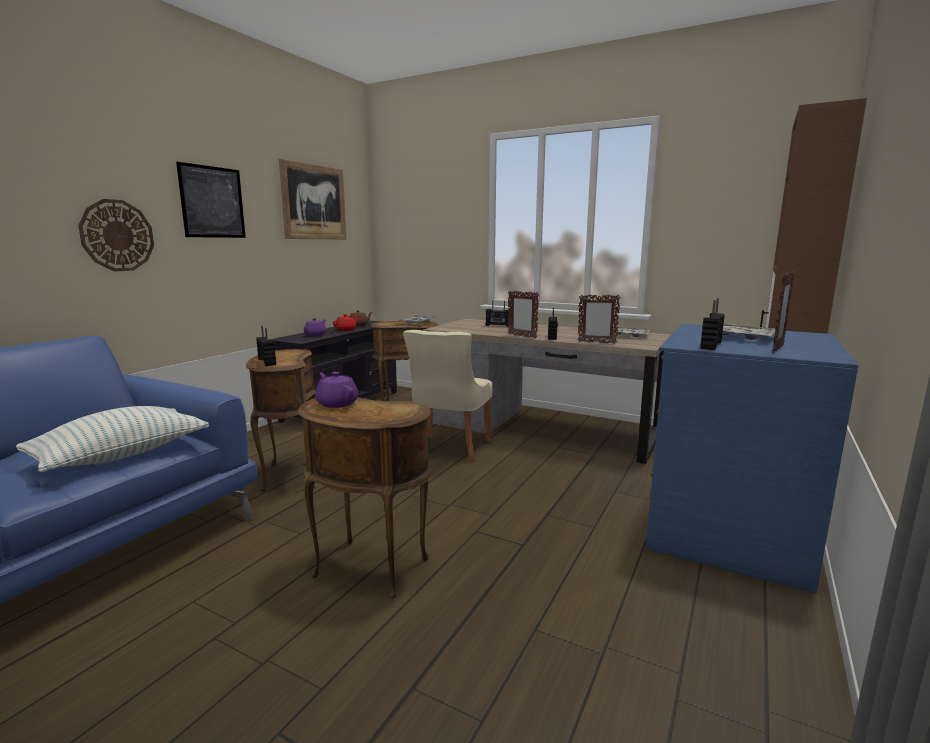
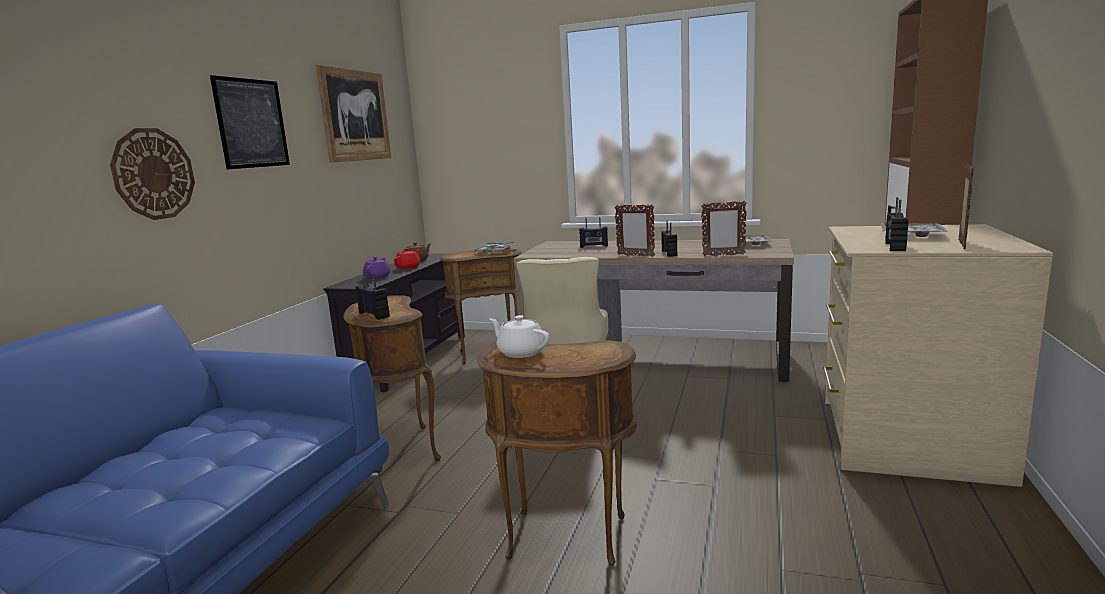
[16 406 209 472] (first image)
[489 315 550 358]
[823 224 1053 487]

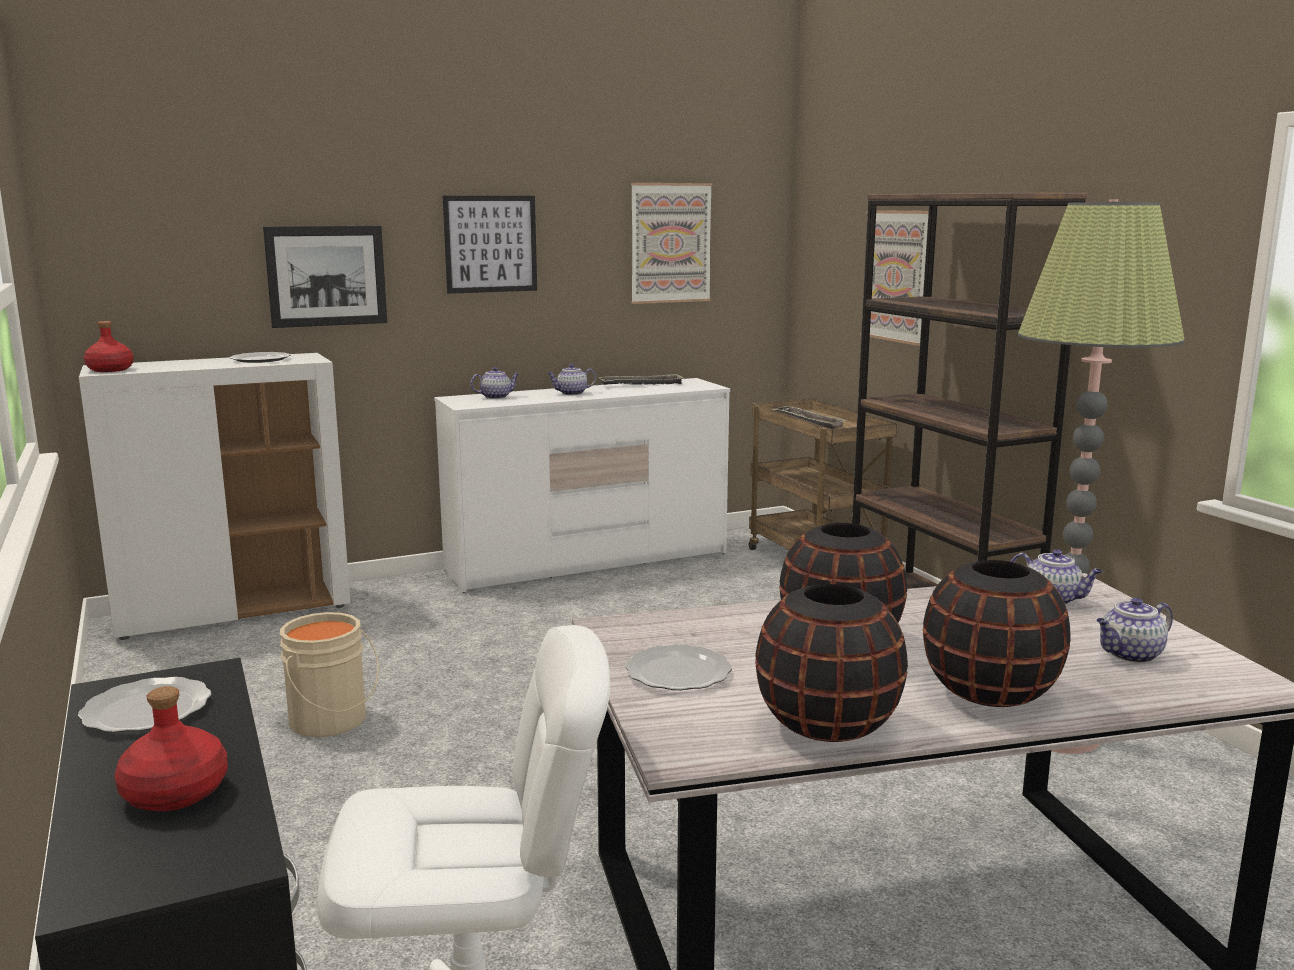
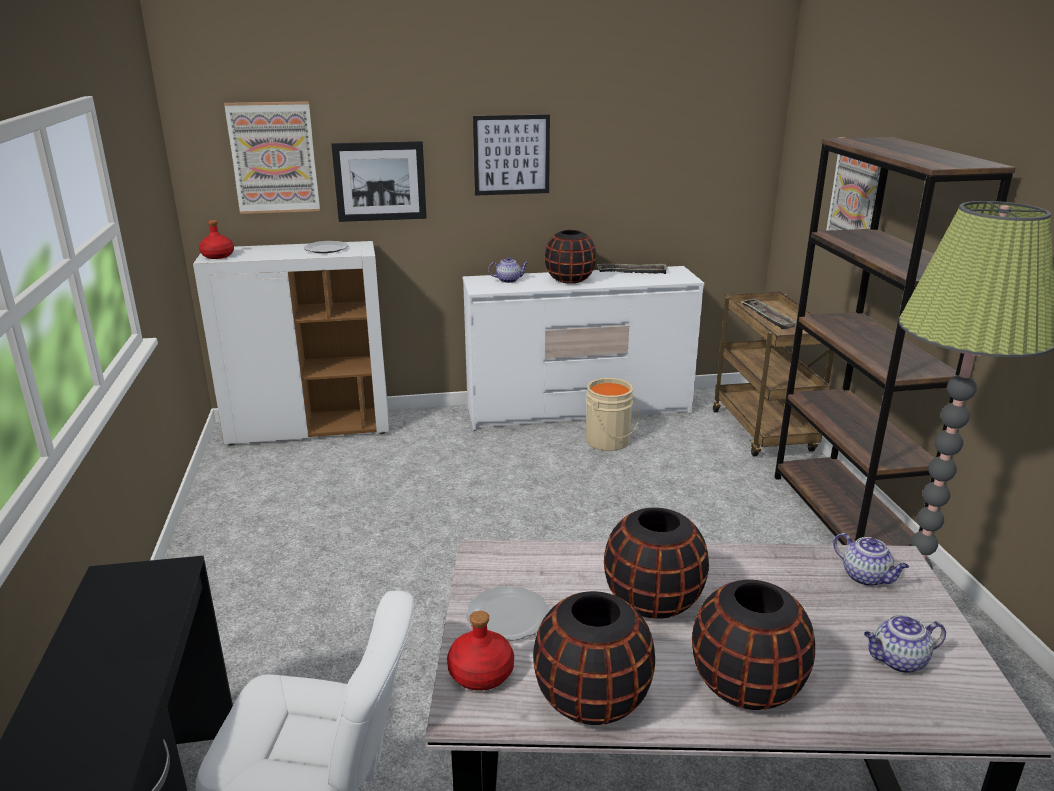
[78 677 211 733] (first image)
[447 611 514 691]
[586 378 639 451]
[224 101 320 214]
[545 230 597 284]

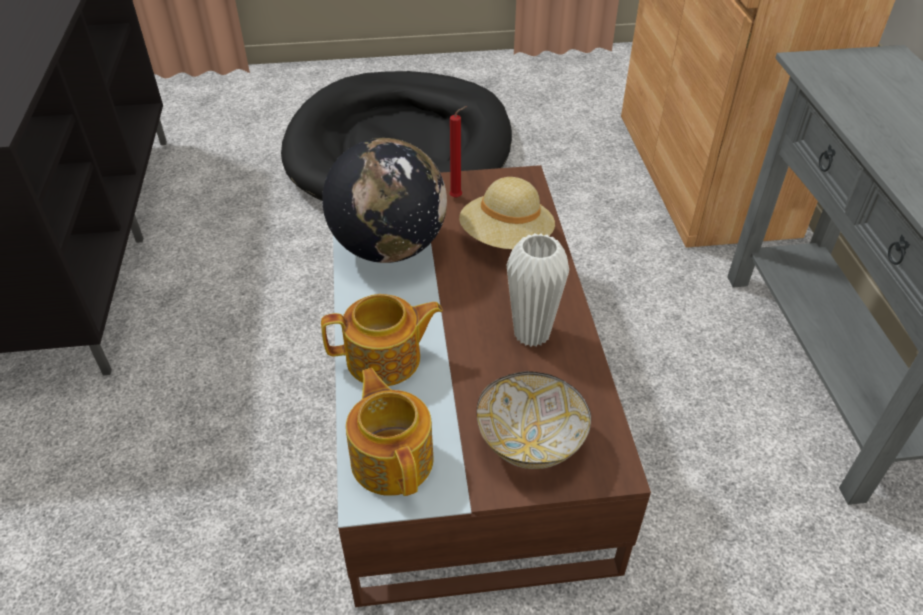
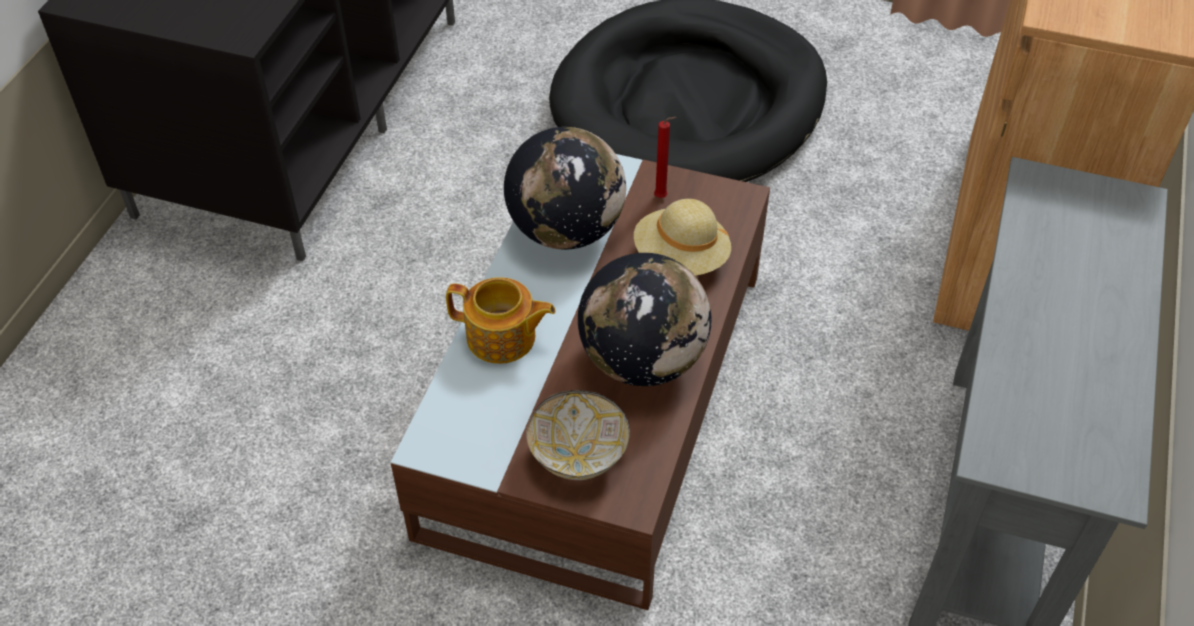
[346 368 433 496] (first image)
[578 253 711 386]

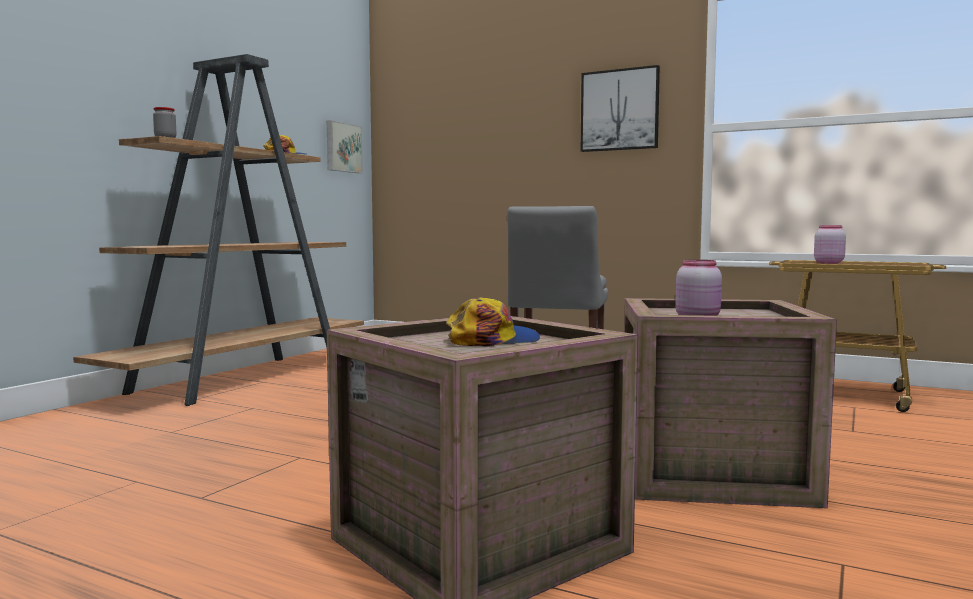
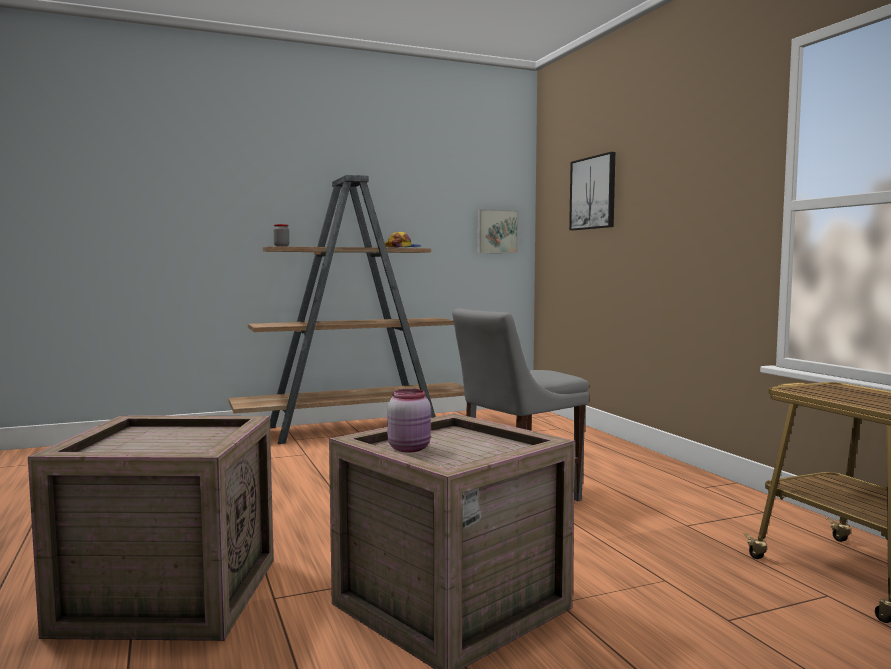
[446 297 540 346] (first image)
[814 225 846 264] (first image)
[569 152 615 230]

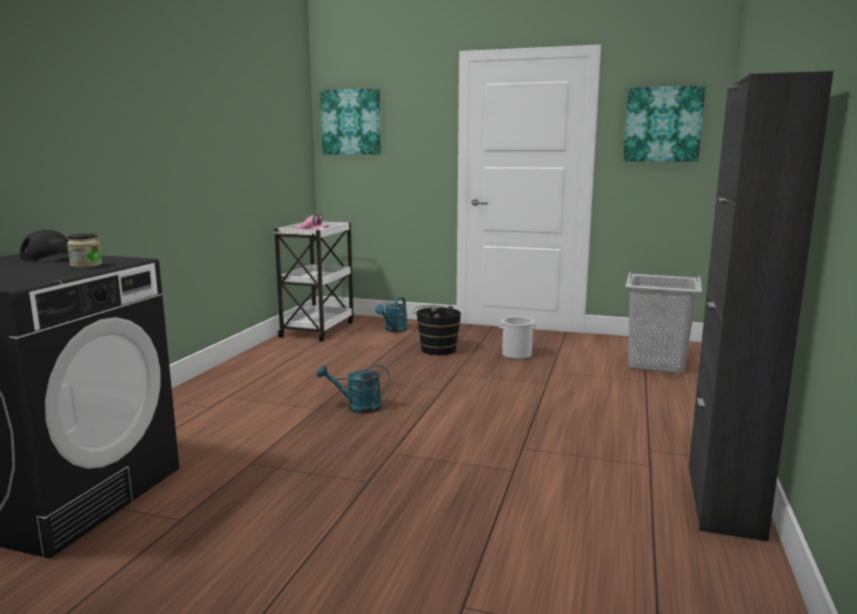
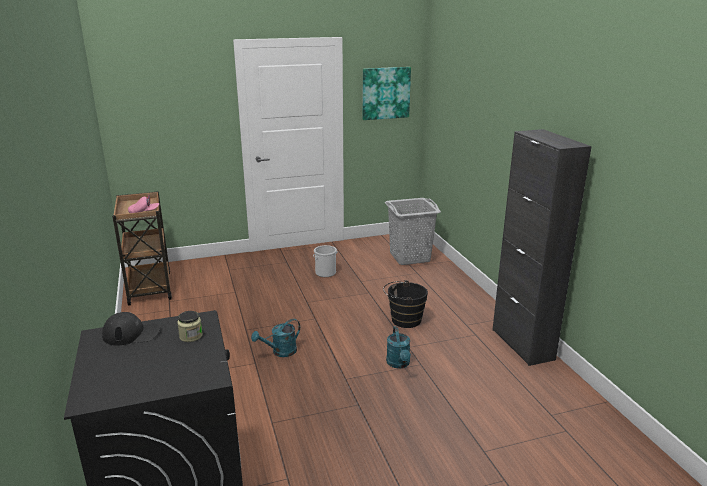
[320 88 381 154] (first image)
[386 326 411 369]
[383 280 428 328]
[112 191 172 306]

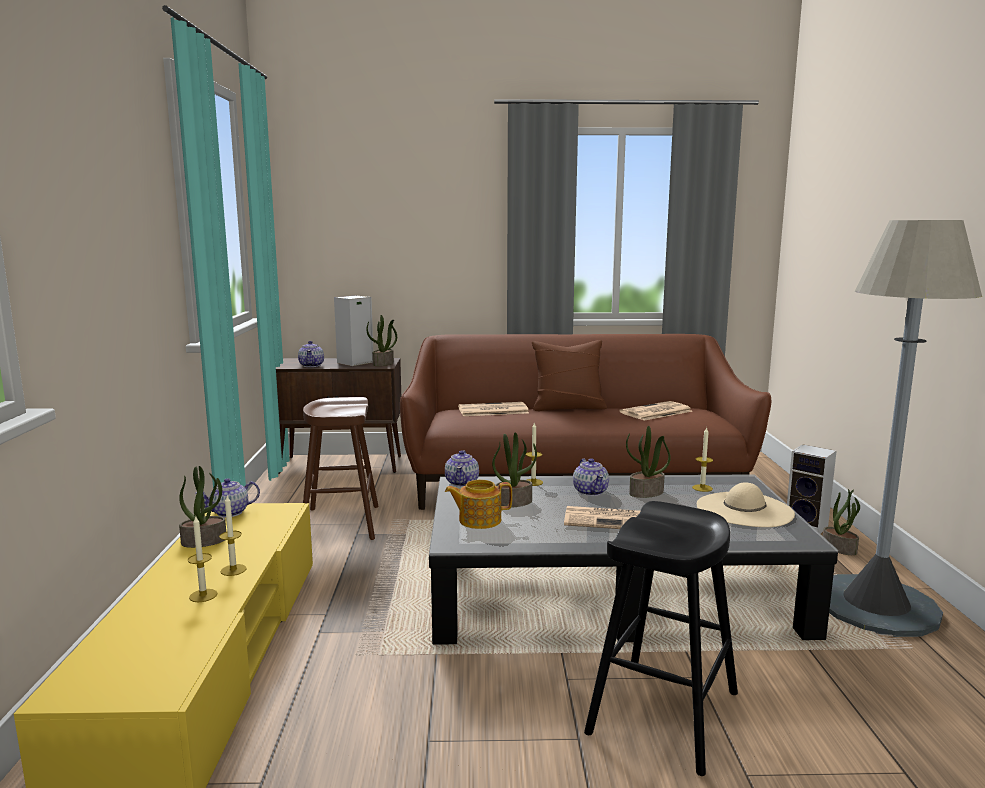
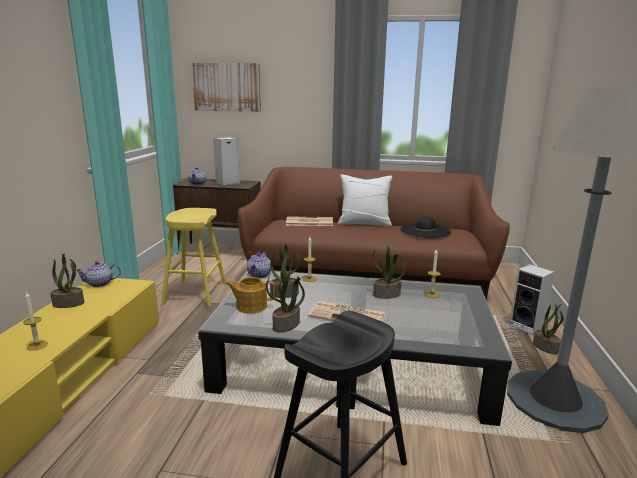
[219 496 247 576] (first image)
[573 458 609 496] (first image)
[697 482 795 527] (first image)
[192 63 261 112]
[266 270 305 332]
[400 217 451 238]
[161 208 226 307]
[338 174 392 226]

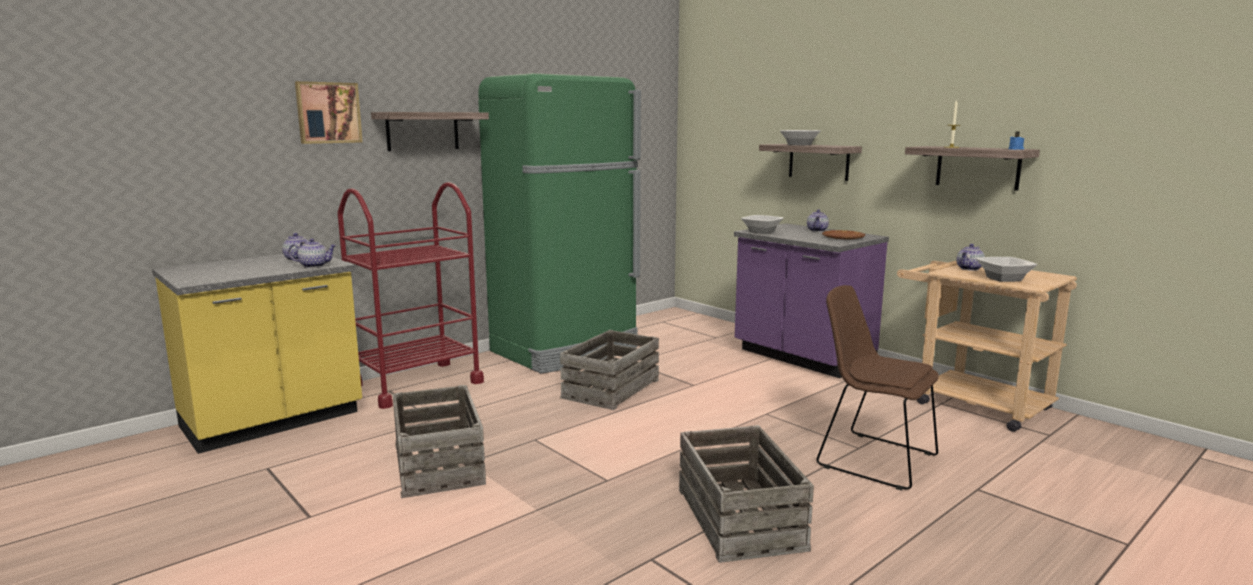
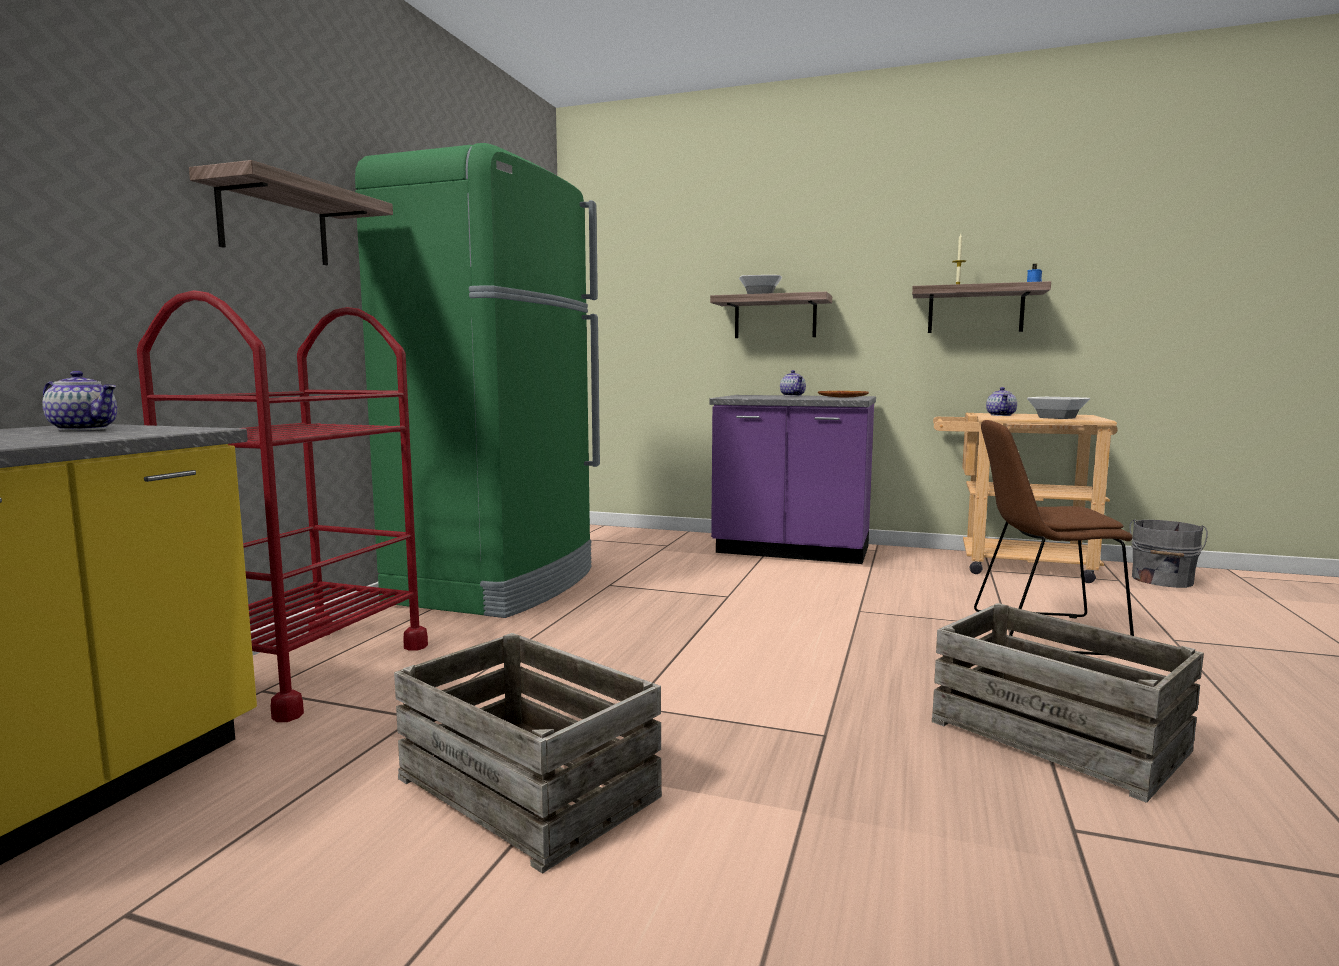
[288 239 337 268] (first image)
[295 81 363 144] (first image)
[560 330 659 410] (first image)
[741 215 783 234] (first image)
[1129 519 1208 588]

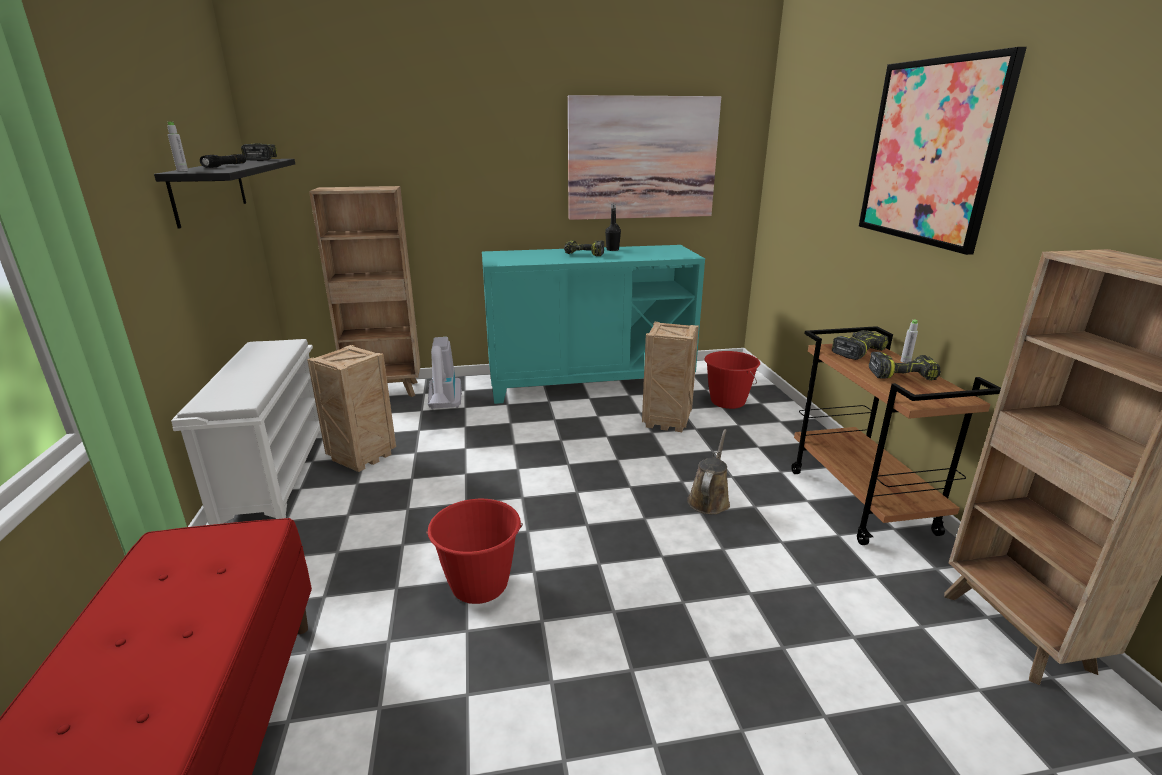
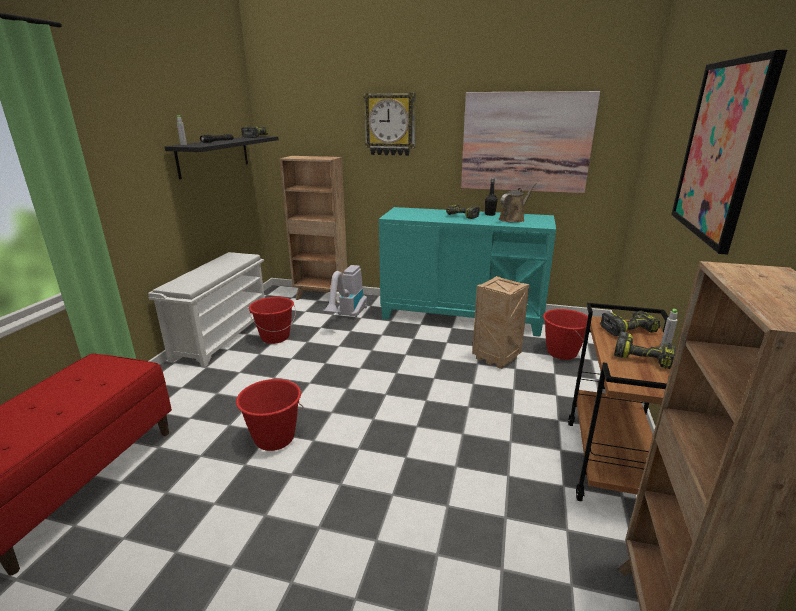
[364 93 415 156]
[499 183 537 222]
[249 297 296 344]

